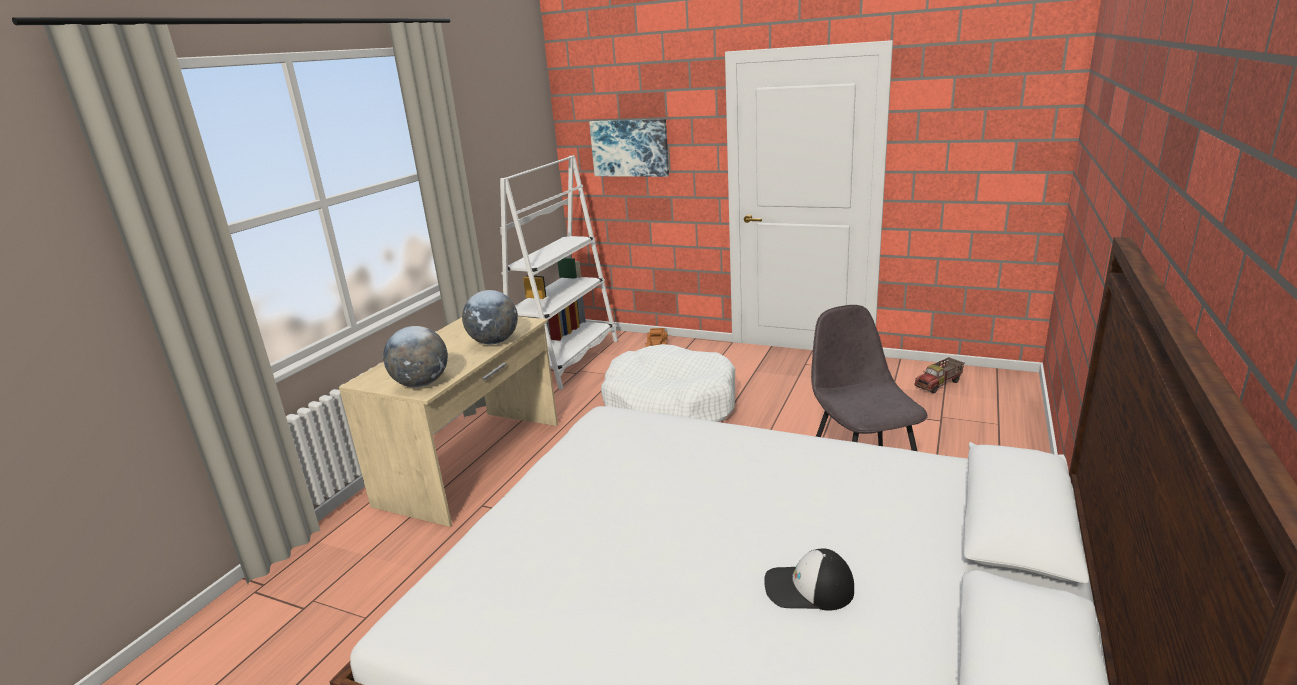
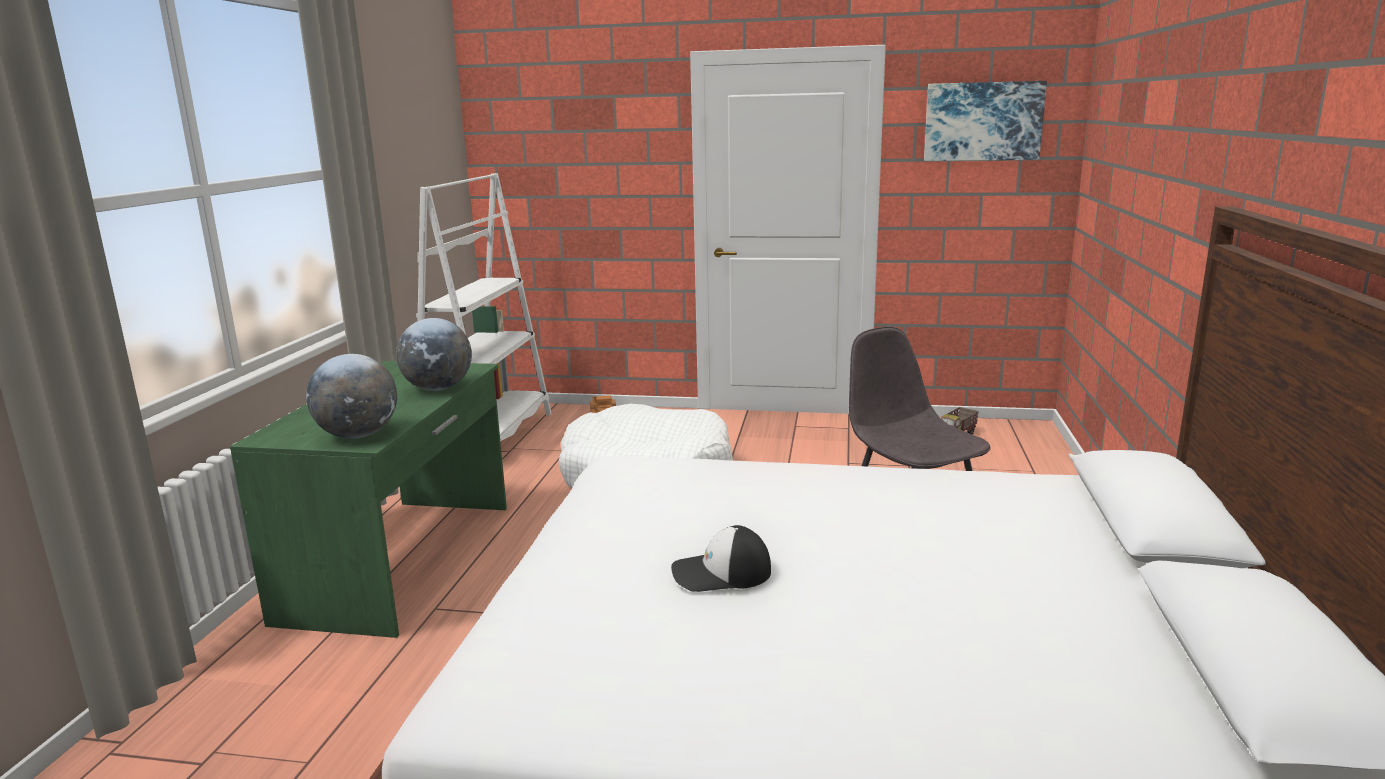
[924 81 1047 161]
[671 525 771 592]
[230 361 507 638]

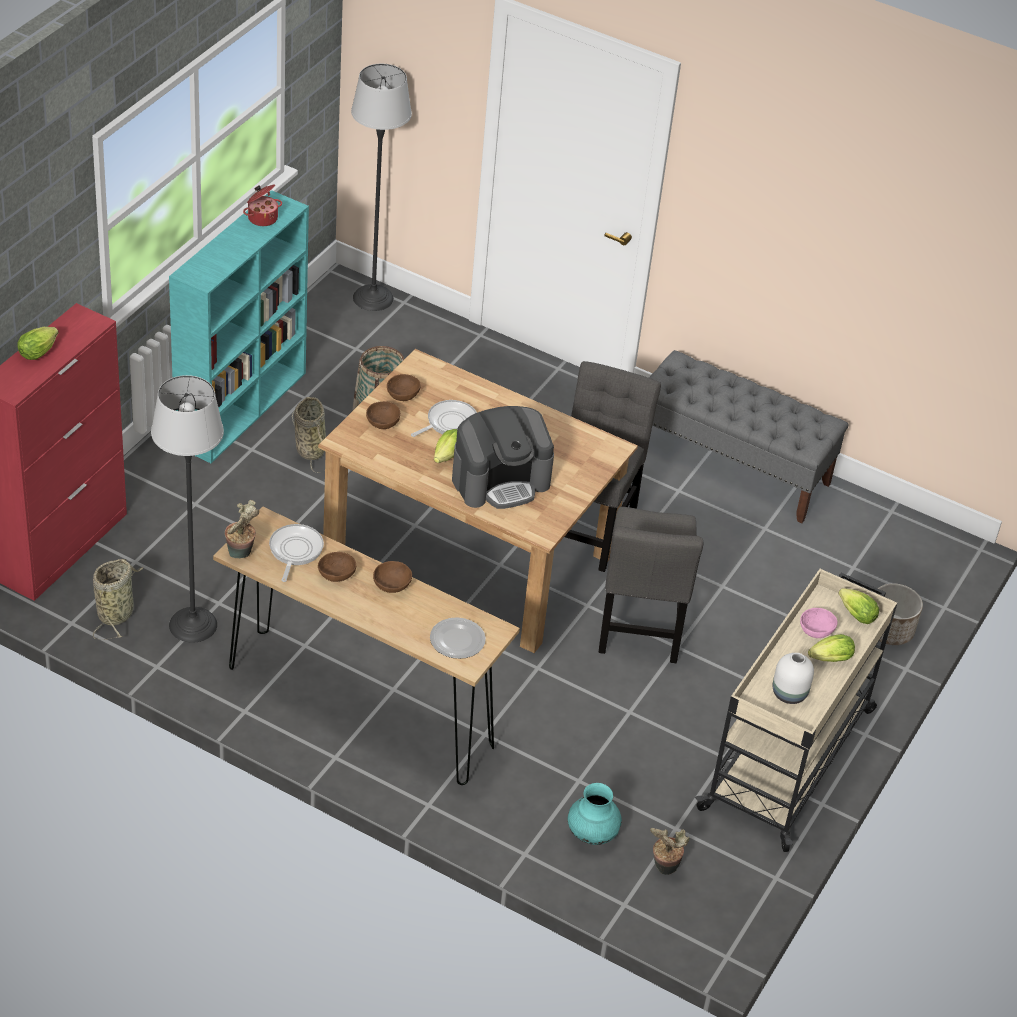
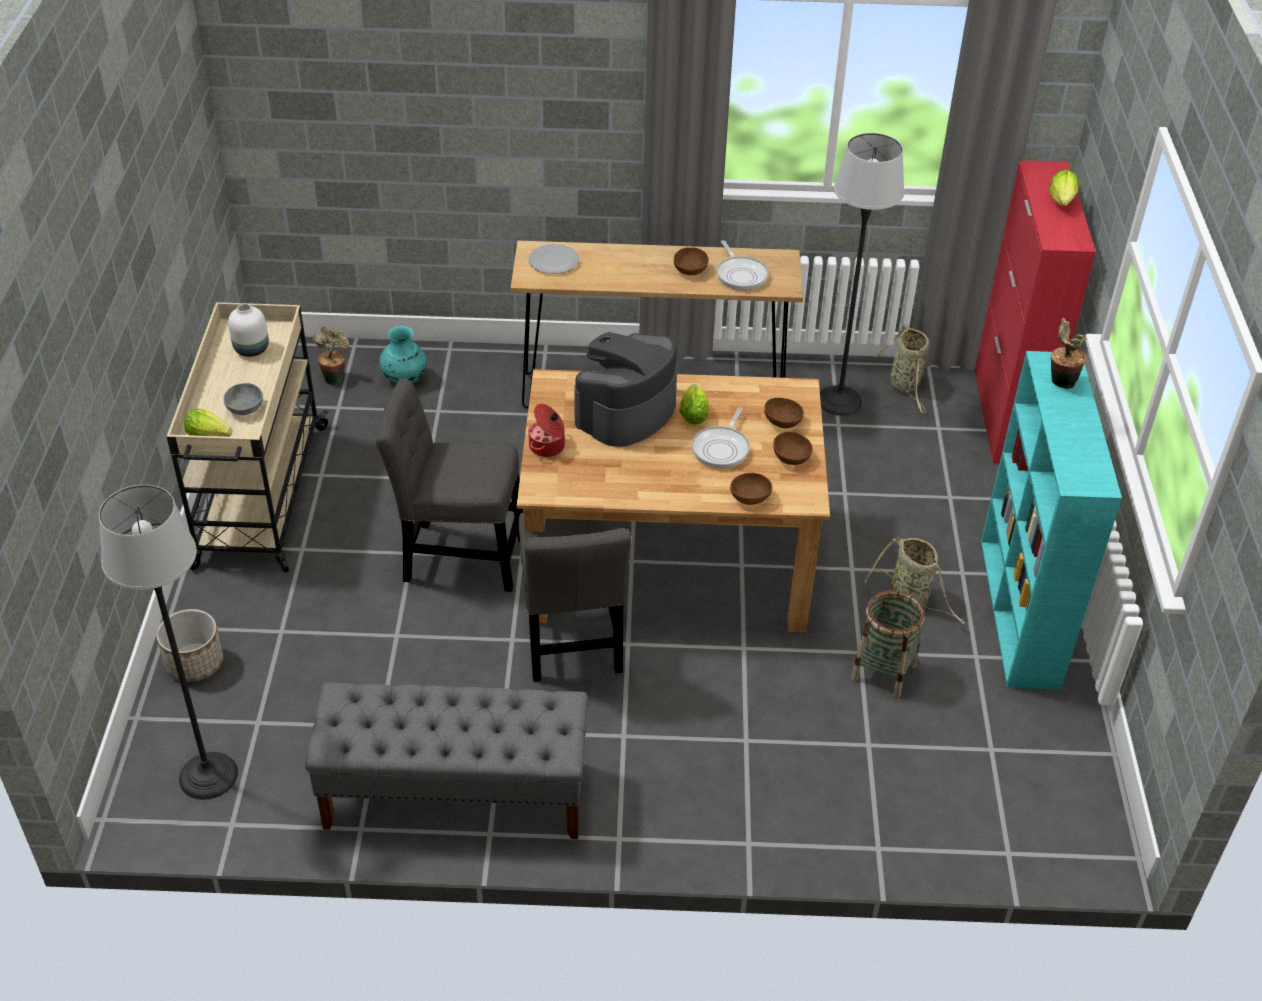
[808 634 855 662] (first image)
[1051 318 1087 389]
[528 404 565 457]
[99 485 238 800]
[730 473 772 505]
[224 383 263 415]
[376 378 523 592]

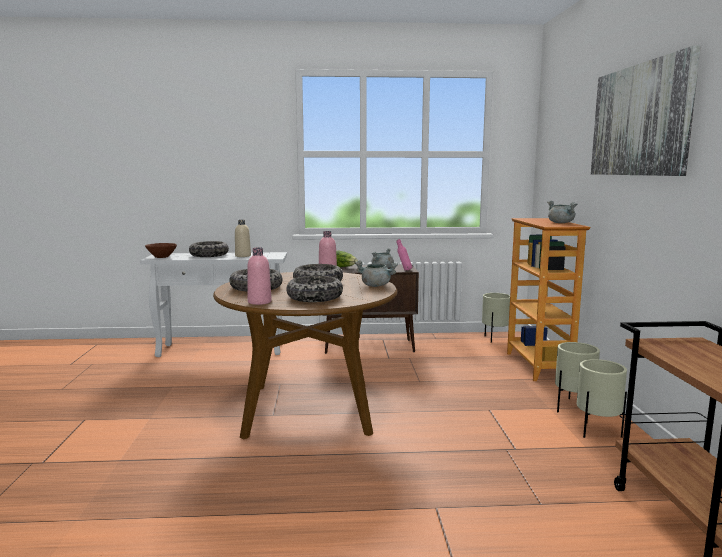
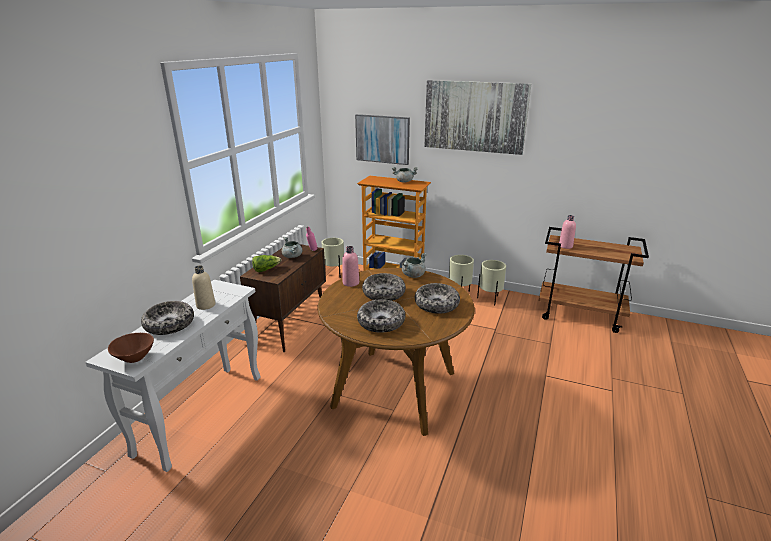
[355 114 410 165]
[559 215 576 249]

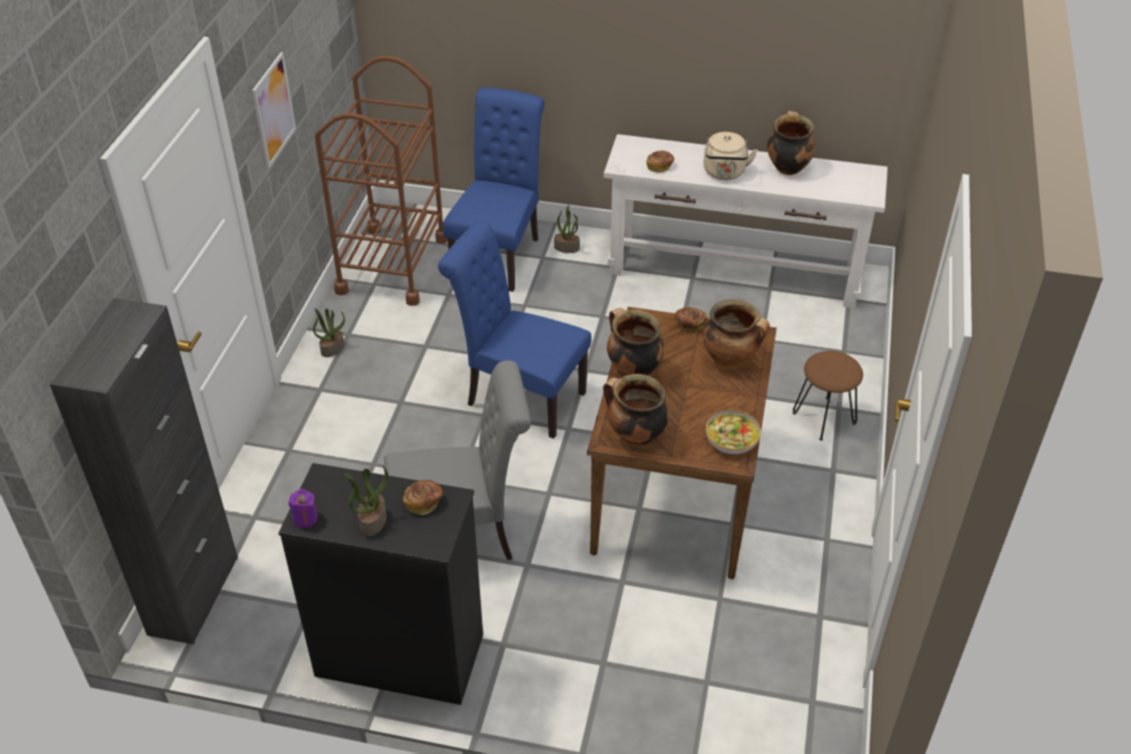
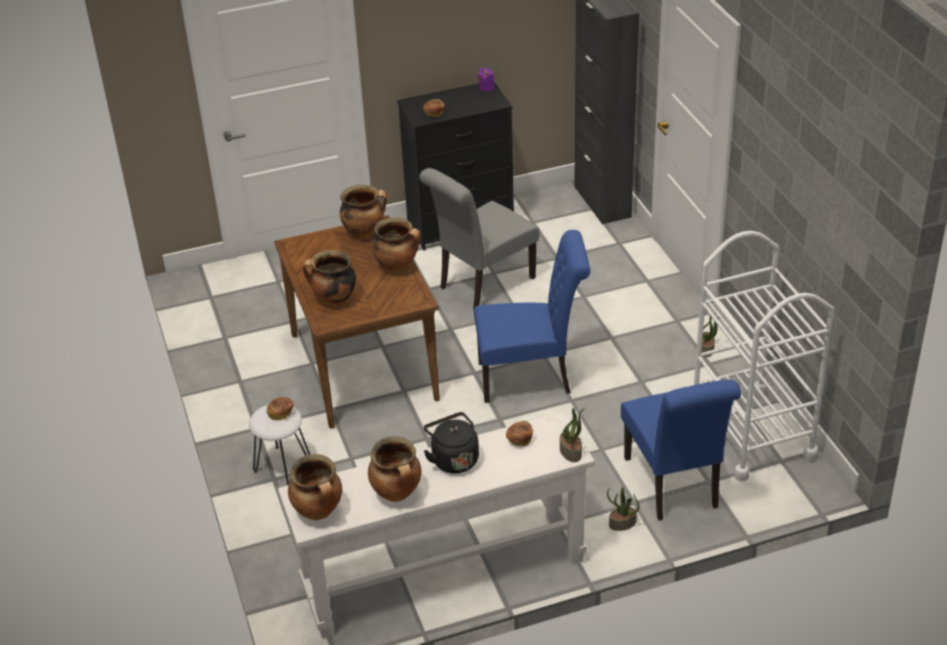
[252 52 296 168] (first image)
[706 410 761 454] (first image)
[288 454 342 520]
[560 408 585 462]
[267 397 294 420]
[694 231 835 481]
[424 412 479 474]
[249 405 310 485]

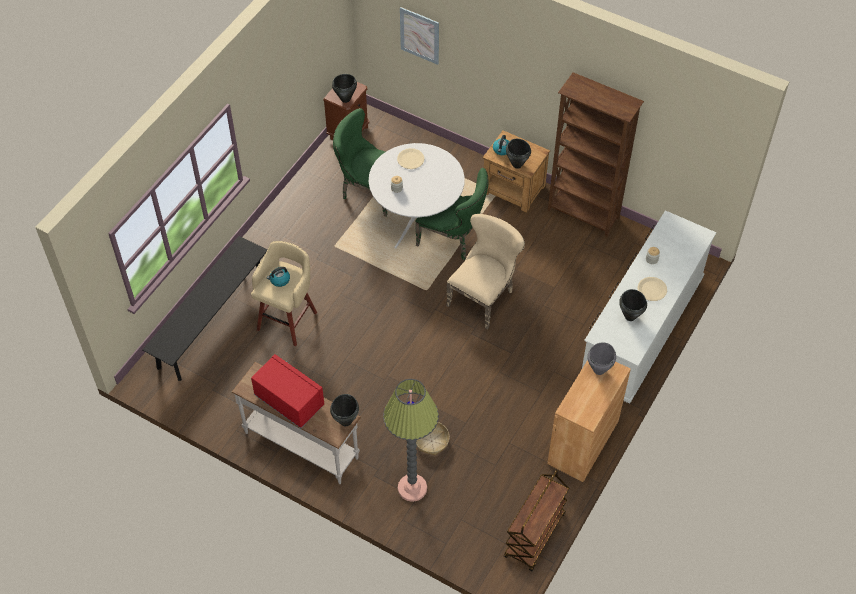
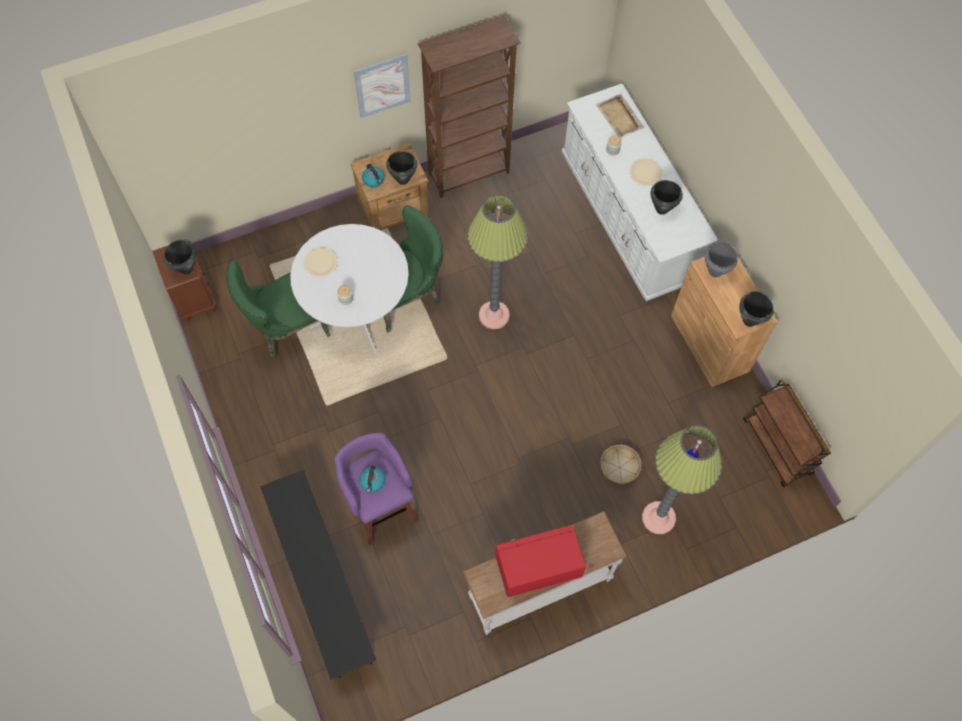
[595 94 644 138]
[739 291 773 327]
[354 54 411 118]
[468 194 528 329]
[335 433 419 545]

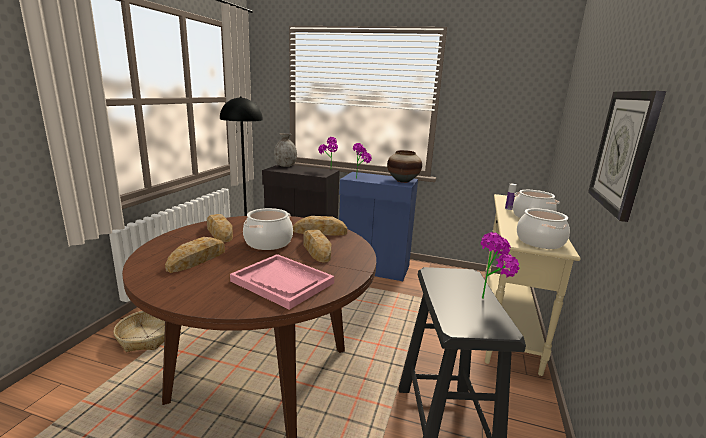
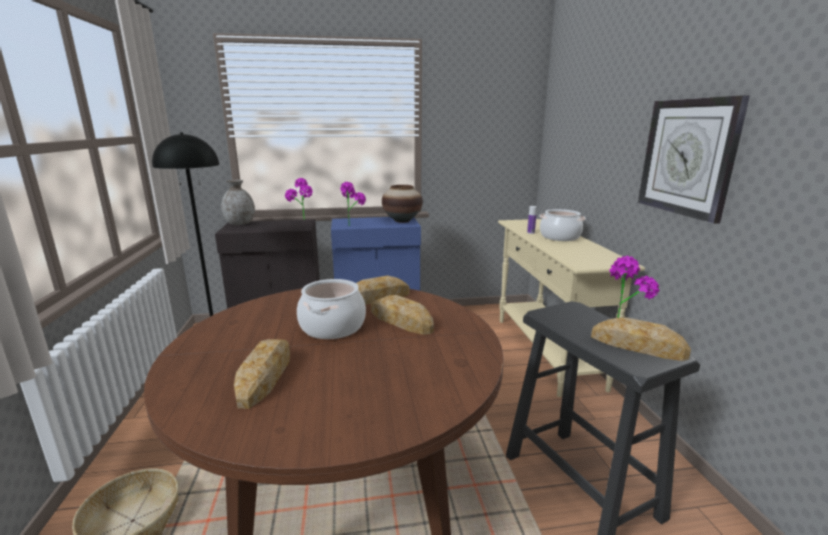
[230 254 334 310] (first image)
[517 208 570 249] (first image)
[591 317 691 361]

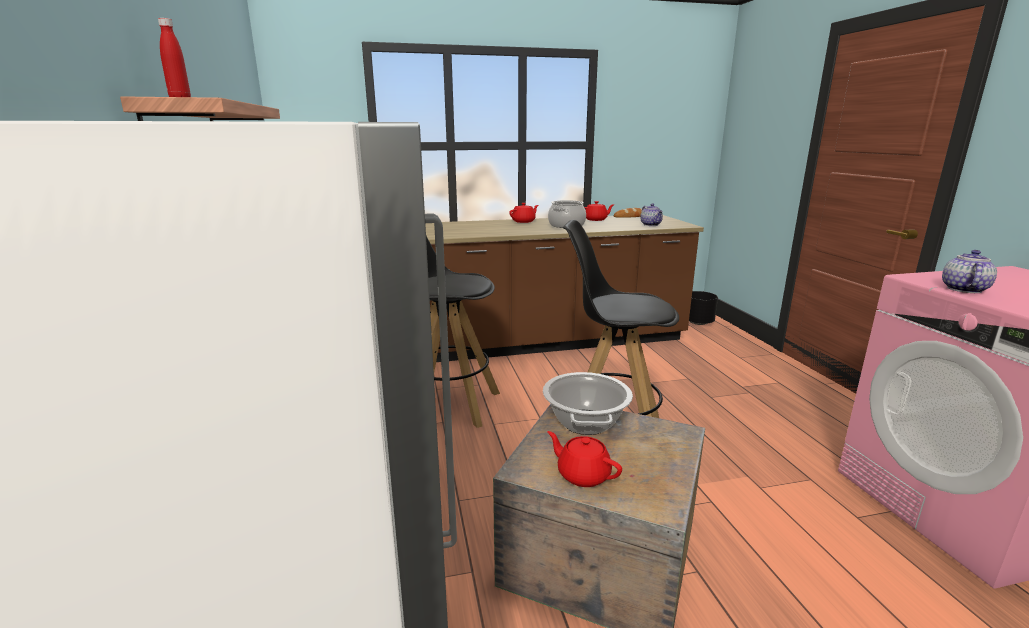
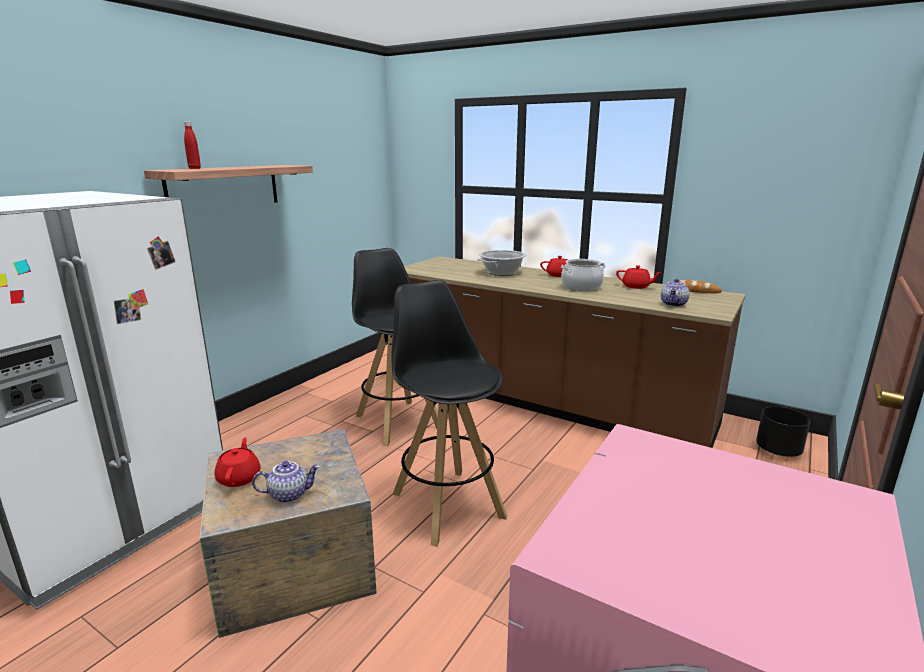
[477 250 527 276]
[252 461 320 503]

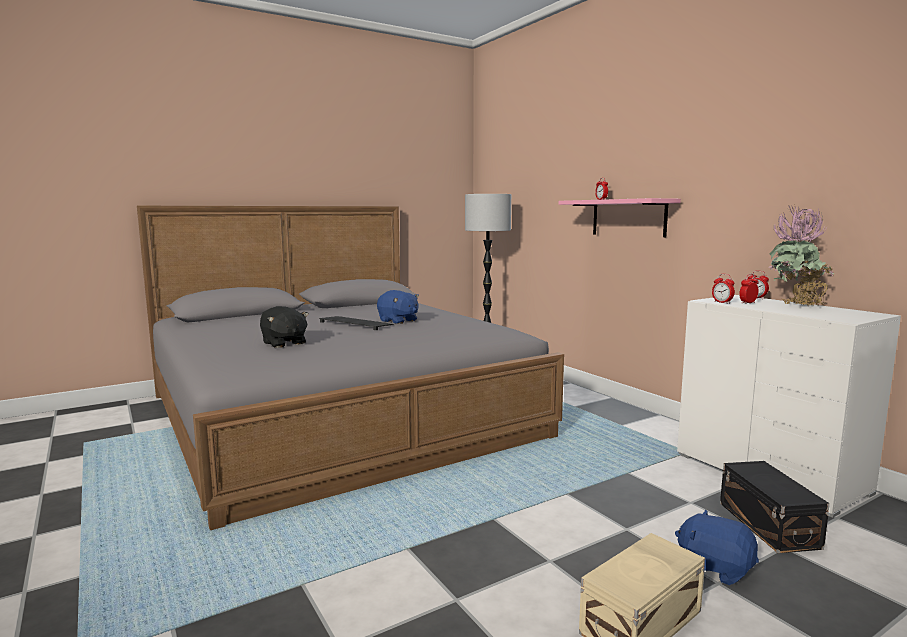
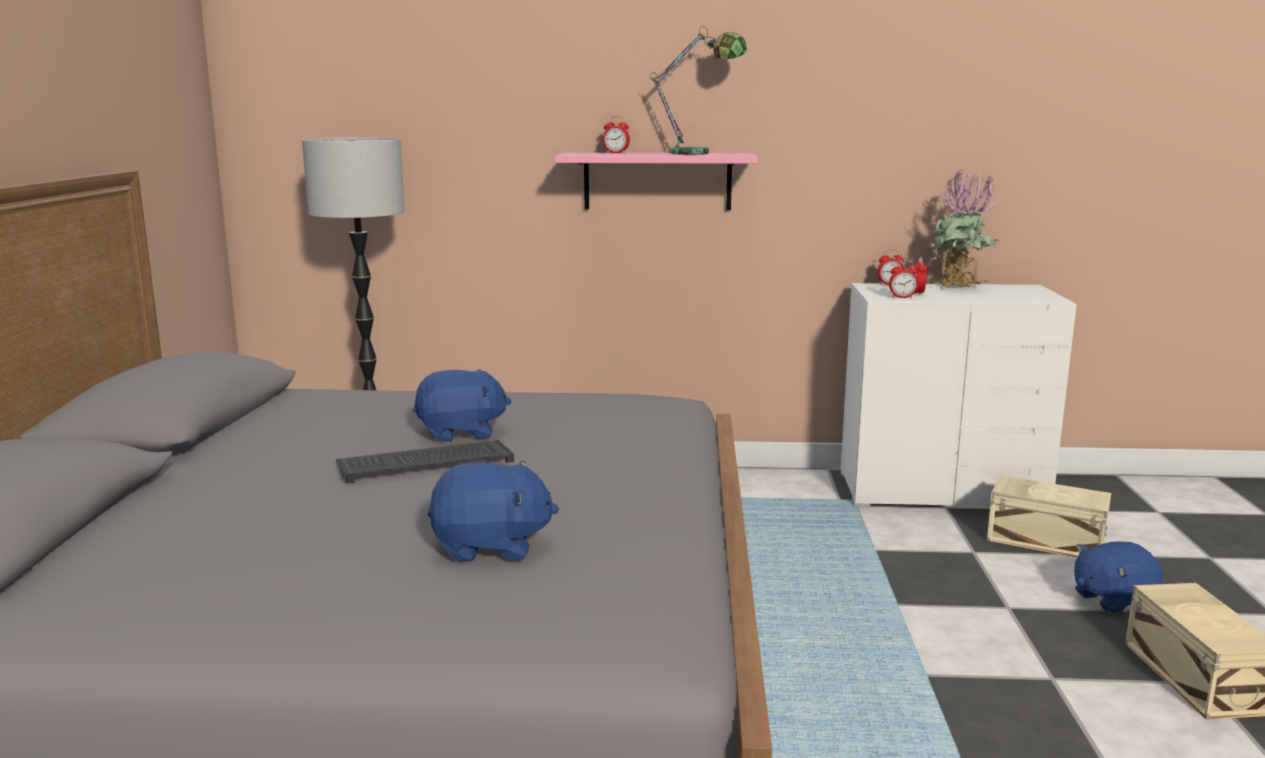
[650 26 747 155]
[428 461 559 562]
[987 475 1111 558]

